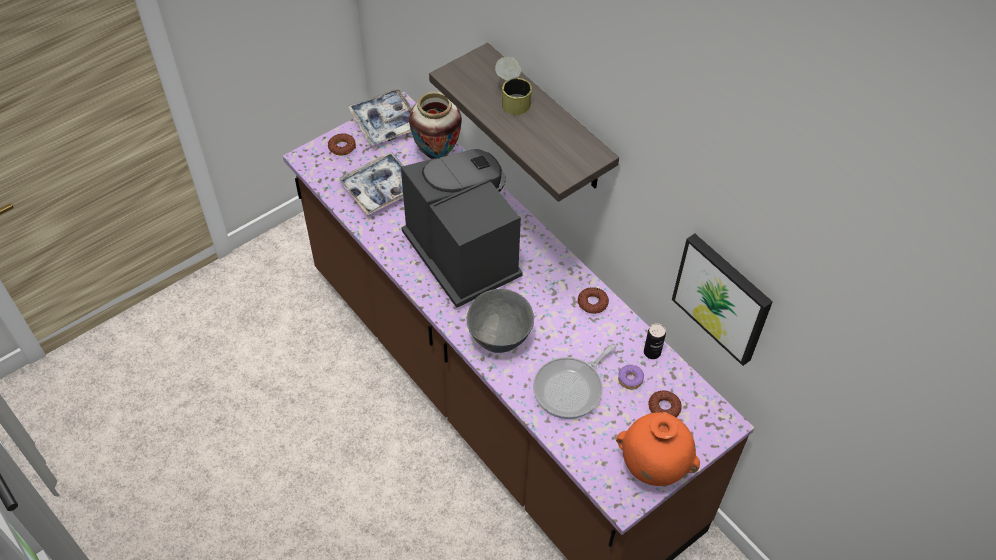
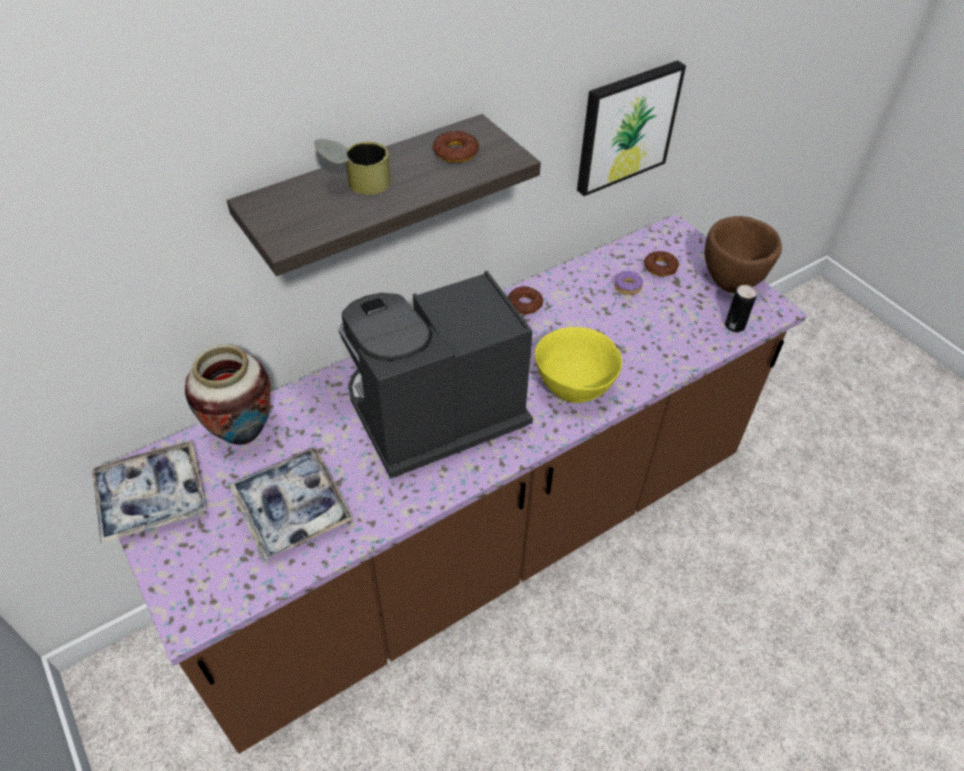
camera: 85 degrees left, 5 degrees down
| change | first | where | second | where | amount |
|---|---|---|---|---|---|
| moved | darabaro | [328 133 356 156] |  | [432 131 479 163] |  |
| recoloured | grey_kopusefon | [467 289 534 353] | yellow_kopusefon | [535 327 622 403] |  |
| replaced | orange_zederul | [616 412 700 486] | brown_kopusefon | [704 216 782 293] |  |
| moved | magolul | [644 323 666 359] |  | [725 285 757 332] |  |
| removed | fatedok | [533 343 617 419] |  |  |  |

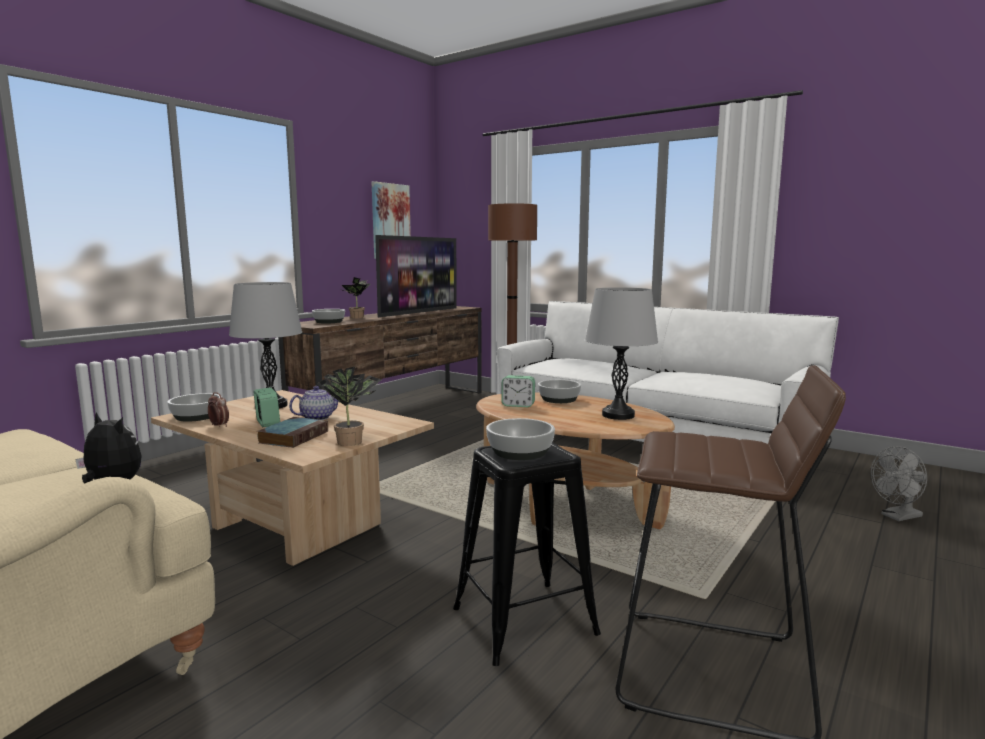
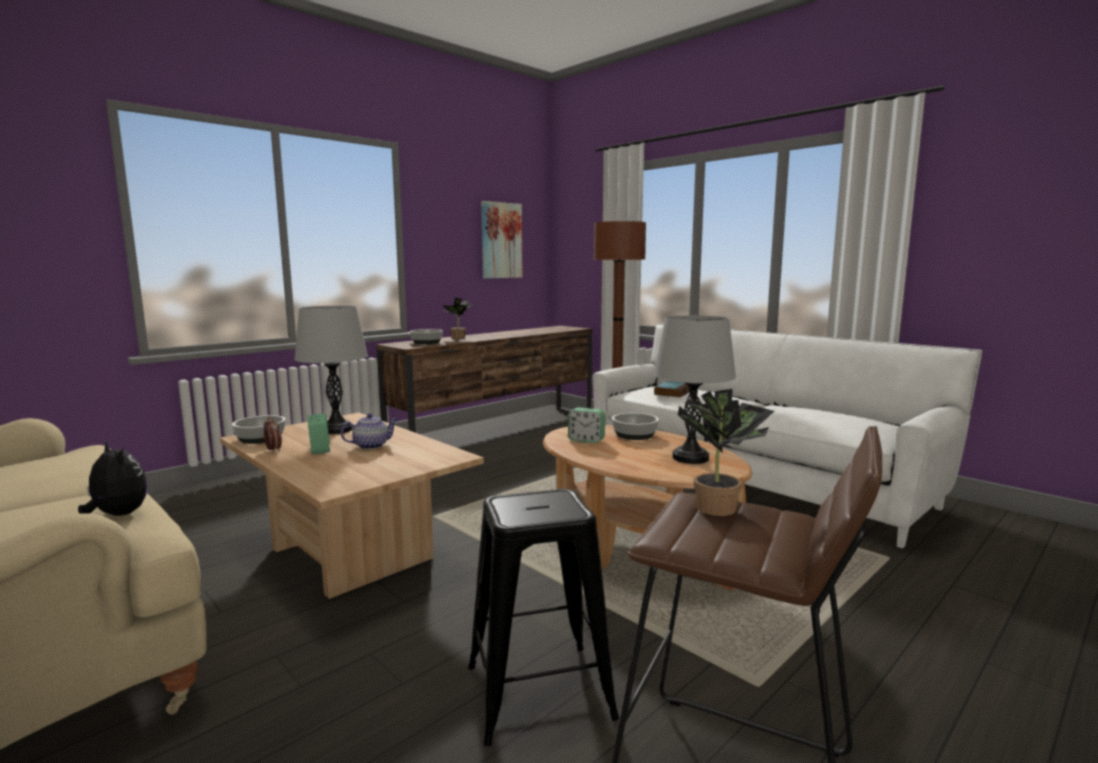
camera: 10 degrees right, 0 degrees up
| change | first | where | second | where | amount |
|---|---|---|---|---|---|
| moved | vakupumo | [257 417 328 448] |  | [654 381 690 398] |  |
| moved | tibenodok | [317 367 382 446] |  | [677 389 774 516] |  |
| removed | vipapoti | [375 235 457 317] |  |  |  |
| removed | kopusefon | [486 418 555 460] |  |  |  |
| removed | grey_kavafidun | [871 446 927 521] |  |  |  |

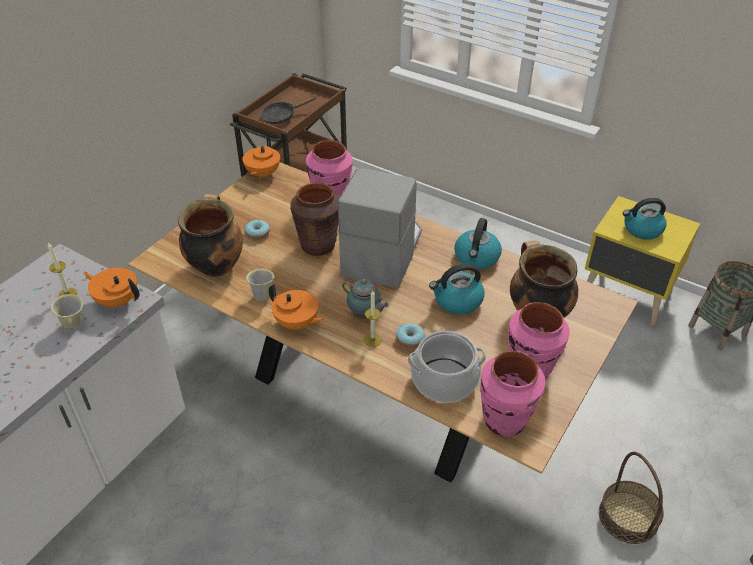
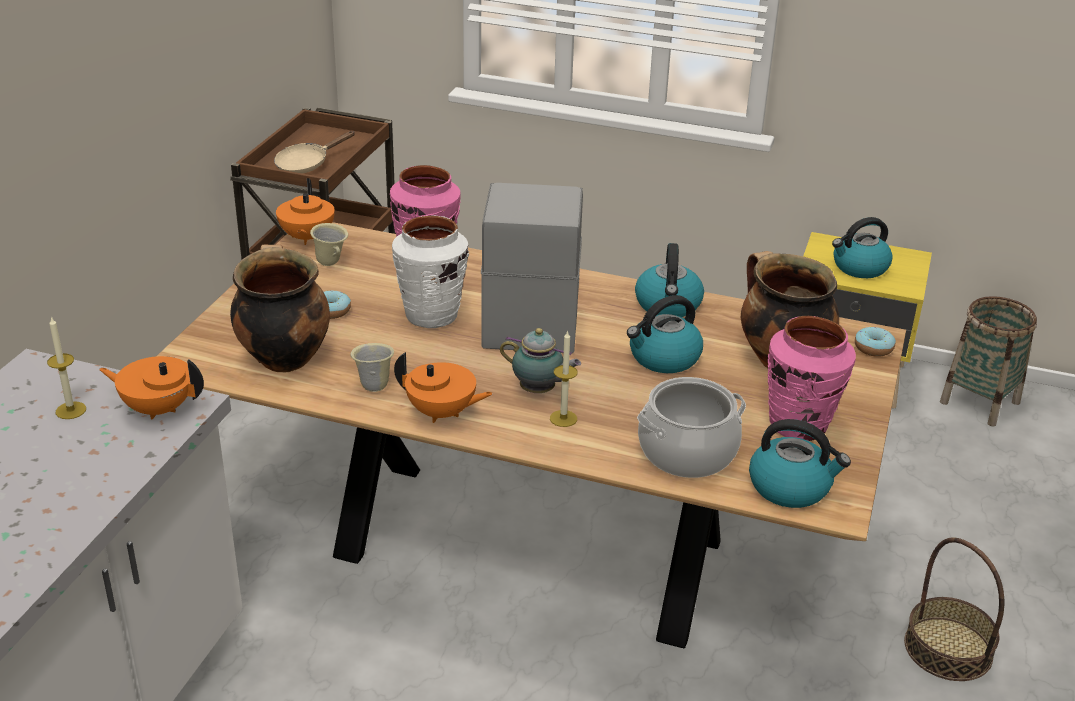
camera: 15 degrees left, 10 degrees down
| change | first | where | second | where | amount |
|---|---|---|---|---|---|
| recoloured | black_fatedok | [261 96 316 124] | beige_fatedok | [274 131 355 174] |  |
| moved | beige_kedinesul | [51 294 83 329] |  | [310 223 348 266] |  |
| recoloured | brown_zederul | [290 183 339 256] | white_zederul | [392 215 469 328] |  |
| replaced | pink_zederul | [480 351 545 437] | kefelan | [749 419 851 508] |  |
| moved | darabaro | [396 323 425 348] |  | [855 327 896 357] |  |

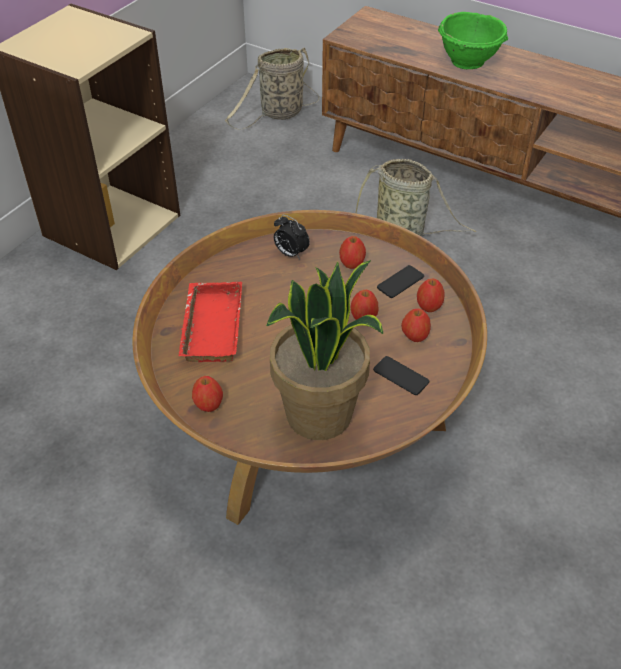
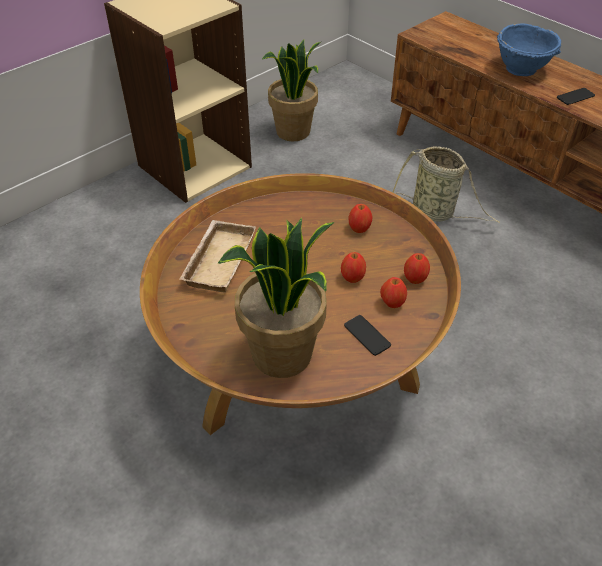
camera: 15 degrees right, 0 degrees up
| change | first | where | second | where | amount |
|---|---|---|---|---|---|
| recoloured | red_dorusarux | [179 282 242 362] | beige_dorusarux | [179 220 256 292] |  |
| added |  |  | tibenodok | [262 39 321 141] |  |
| recoloured | green_kopusefon | [438 12 508 69] | blue_kopusefon | [497 24 561 76] |  |
| moved | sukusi | [377 265 424 298] |  | [557 88 595 105] |  |
| removed | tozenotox | [192 376 223 412] |  |  |  |
| removed | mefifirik | [225 48 320 130] |  |  |  |
| removed | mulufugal | [274 215 310 259] |  |  |  |

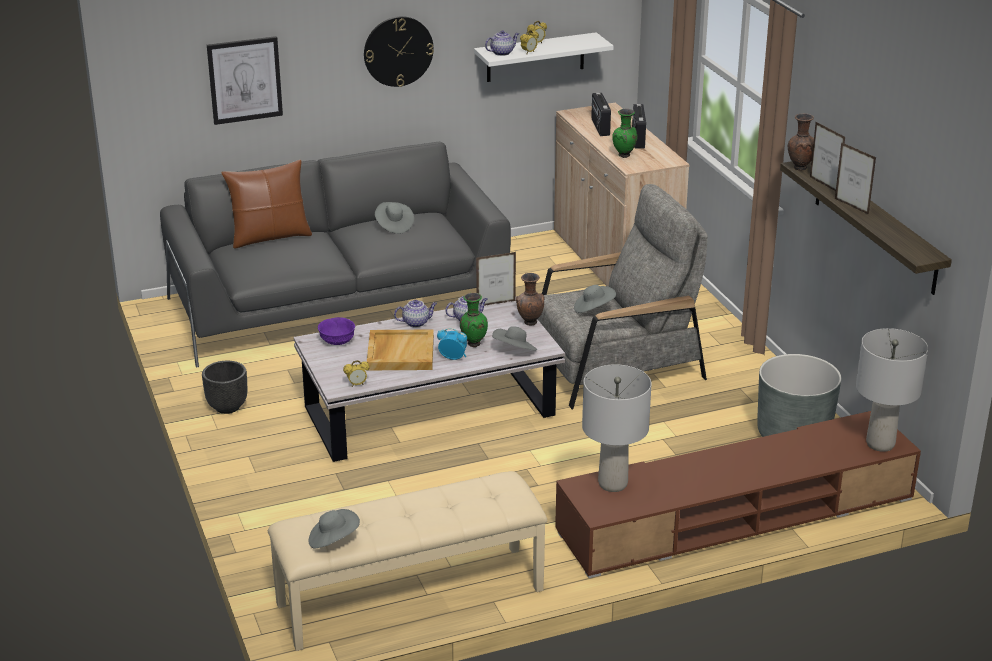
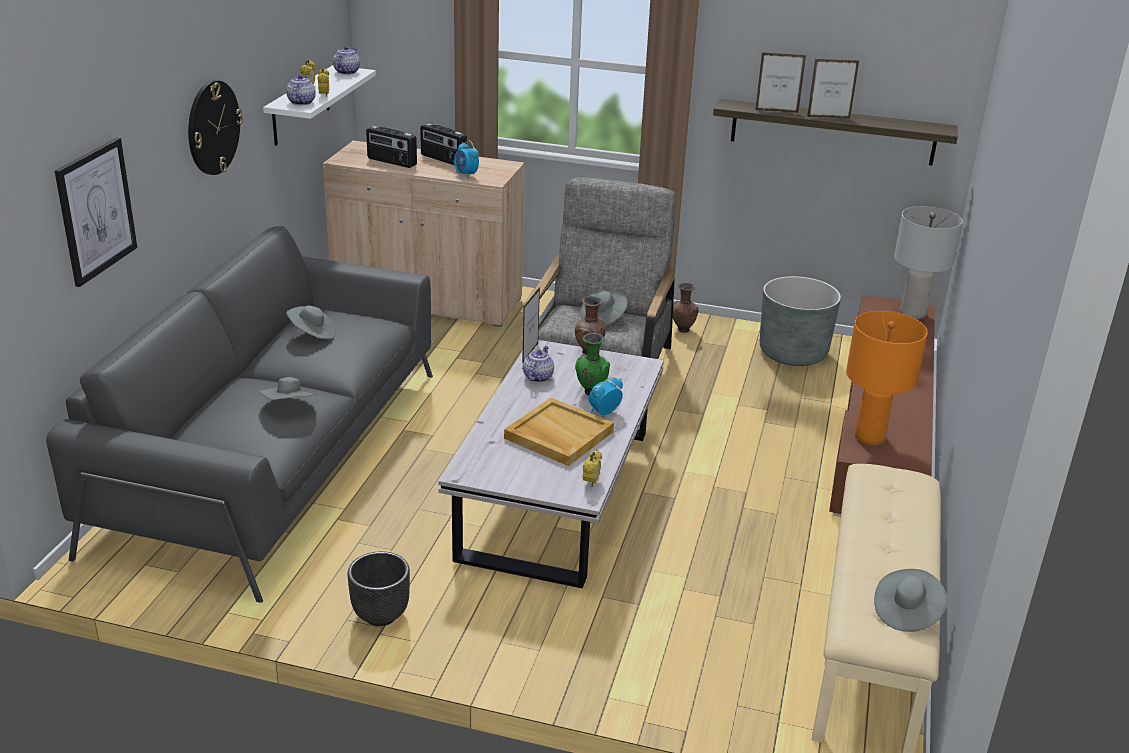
camera: 55 degrees left, 0 degrees up
| change | first | where | second | where | amount |
|---|---|---|---|---|---|
| moved | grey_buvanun | [492 326 537 351] |  | [259 377 317 400] |  |
| moved | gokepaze | [394 300 437 327] |  | [333 46 360 75] |  |
| replaced | green_zederul | [612 109 637 158] | mulufugal | [454 141 479 179] |  |
| moved | brown_zederul | [788 114 814 171] |  | [673 283 699 333] |  |
| recoloured | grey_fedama | [582 364 652 492] | orange_fedama | [846 311 928 445] |  |
| removed | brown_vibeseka | [221 160 312 249] |  |  |  |
| removed | purple_kopusefon | [318 317 355 345] |  |  |  |

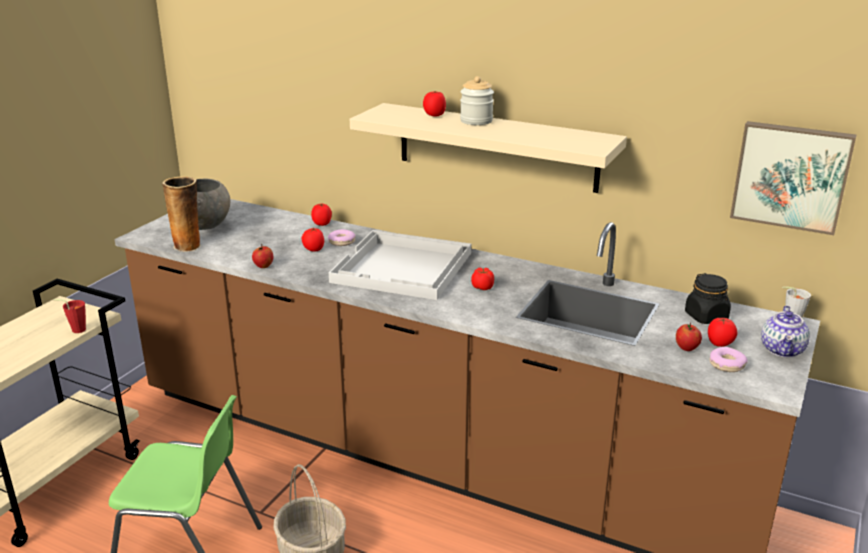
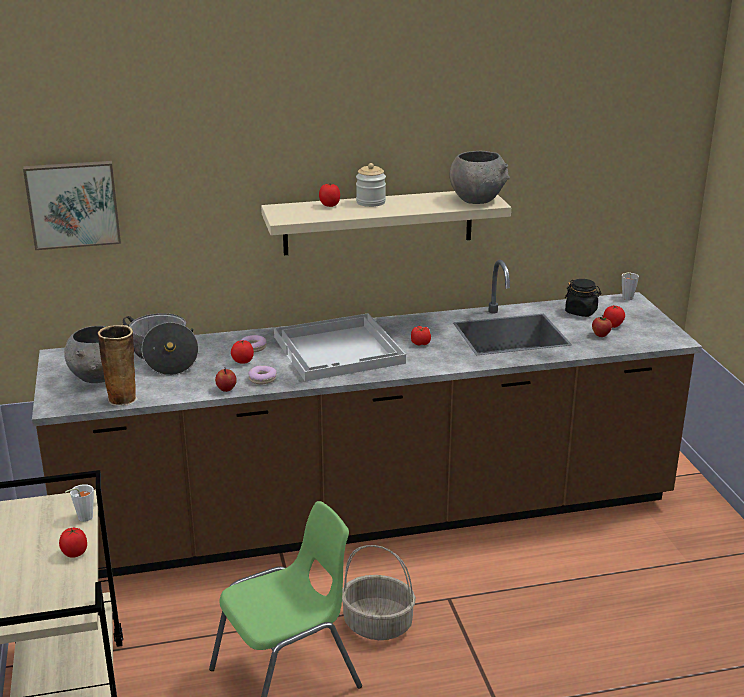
camera: 40 degrees left, 0 degrees up
| change | first | where | second | where | amount |
|---|---|---|---|---|---|
| moved | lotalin | [730 121 856 235] |  | [23 161 121 250] |  |
| moved | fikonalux | [311 204 332 226] |  | [59 528 87 558] |  |
| recoloured | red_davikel | [53 299 86 333] | white_davikel | [65 484 94 522] |  |
| added |  |  | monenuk | [123 313 199 375] |  |
| moved | darabaro | [710 347 748 372] |  | [248 366 277 384] |  |
| added |  |  | grey_kopusefon | [450 151 510 204] |  |
| removed | gokepaze | [761 305 810 357] |  |  |  |

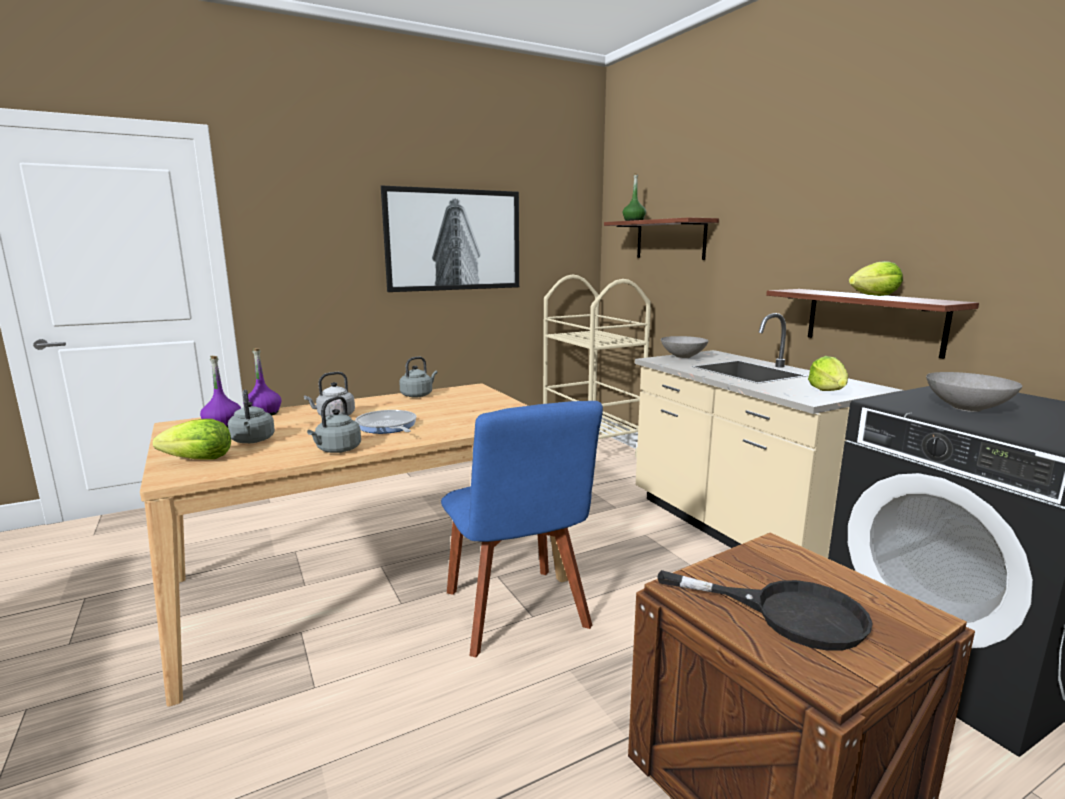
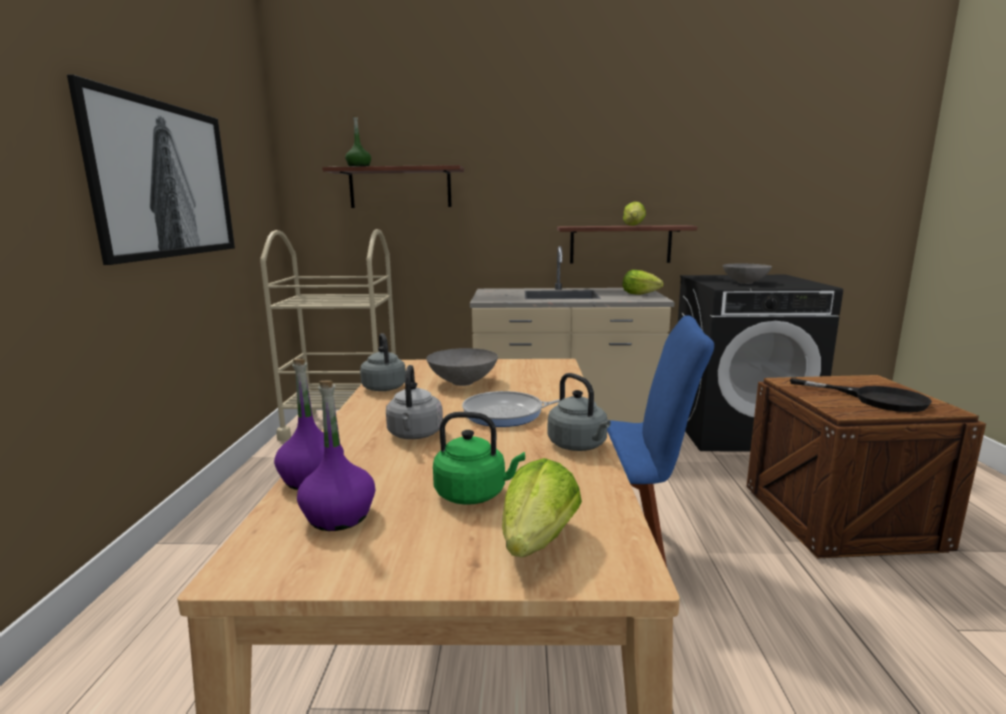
camera: 60 degrees left, 0 degrees up
| change | first | where | second | where | amount |
|---|---|---|---|---|---|
| moved | grey_kopusefon | [661 336 708 358] |  | [426 348 498 386] |  |
| recoloured | grey_kefelan | [228 390 275 443] | green_kefelan | [433 412 525 505] |  |
| turned | black_fatedok | [657 570 873 651] |  | [790 378 932 412] | 75 degrees clockwise |

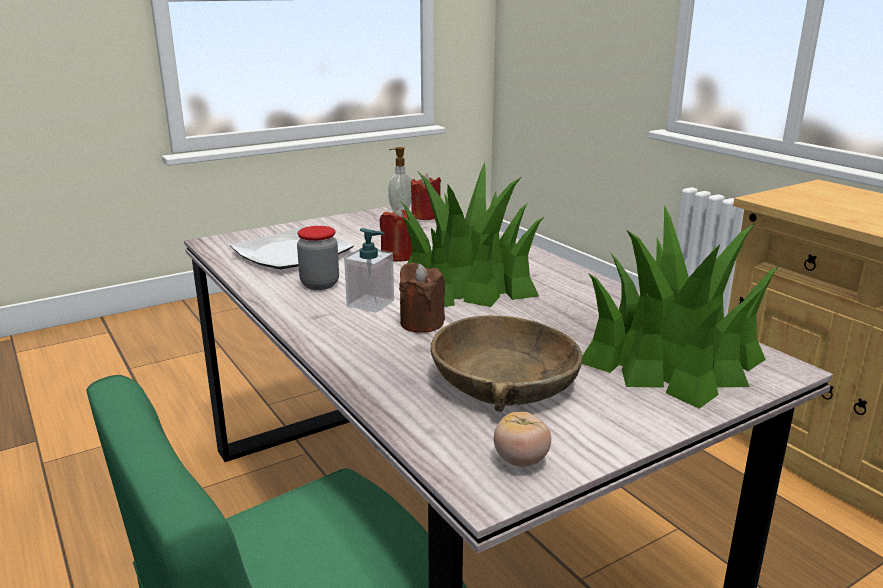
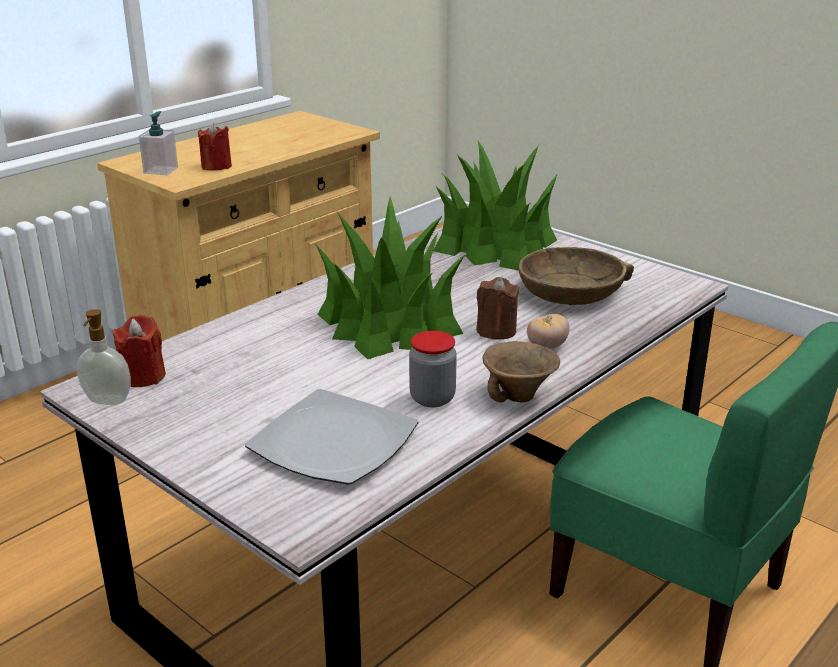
camera: 105 degrees left, 5 degrees up
| change | first | where | second | where | amount |
|---|---|---|---|---|---|
| moved | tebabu | [344 228 394 313] |  | [139 111 178 175] |  |
| moved | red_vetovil | [380 207 416 262] |  | [198 123 232 171] |  |
| added |  |  | brown_kopusefon | [482 341 560 402] |  |
| moved | fikonalux | [494 412 551 467] |  | [527 314 570 349] |  |

